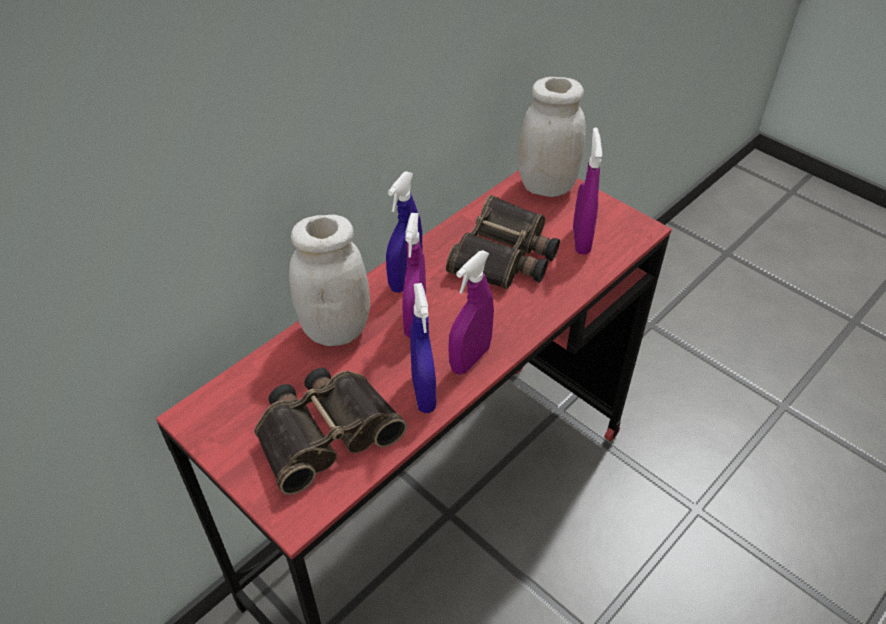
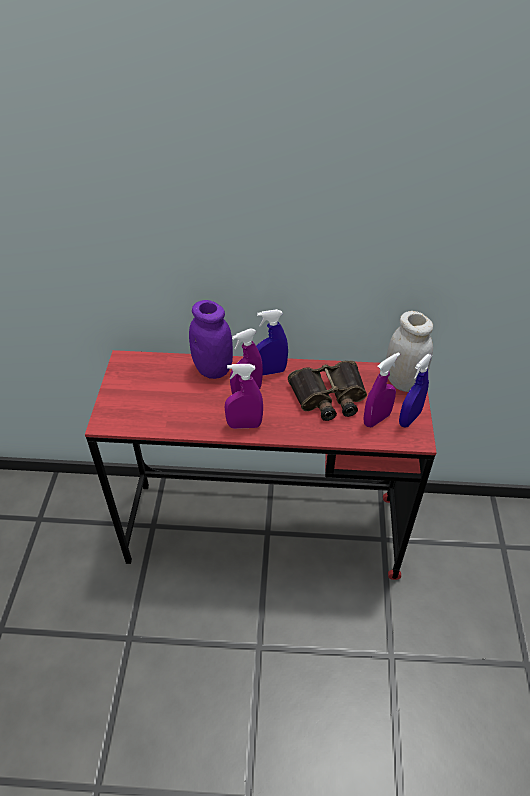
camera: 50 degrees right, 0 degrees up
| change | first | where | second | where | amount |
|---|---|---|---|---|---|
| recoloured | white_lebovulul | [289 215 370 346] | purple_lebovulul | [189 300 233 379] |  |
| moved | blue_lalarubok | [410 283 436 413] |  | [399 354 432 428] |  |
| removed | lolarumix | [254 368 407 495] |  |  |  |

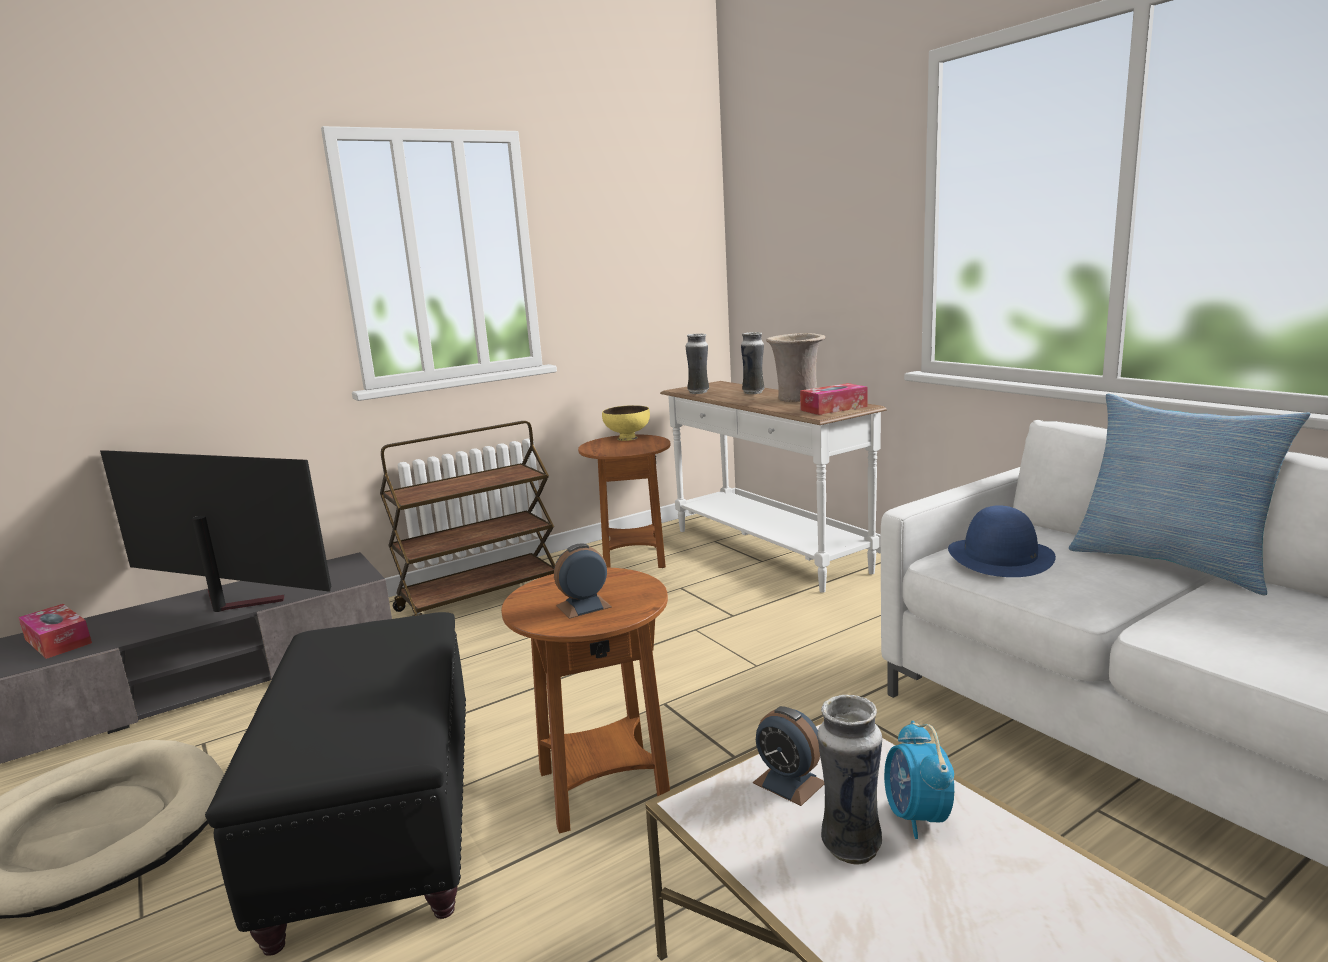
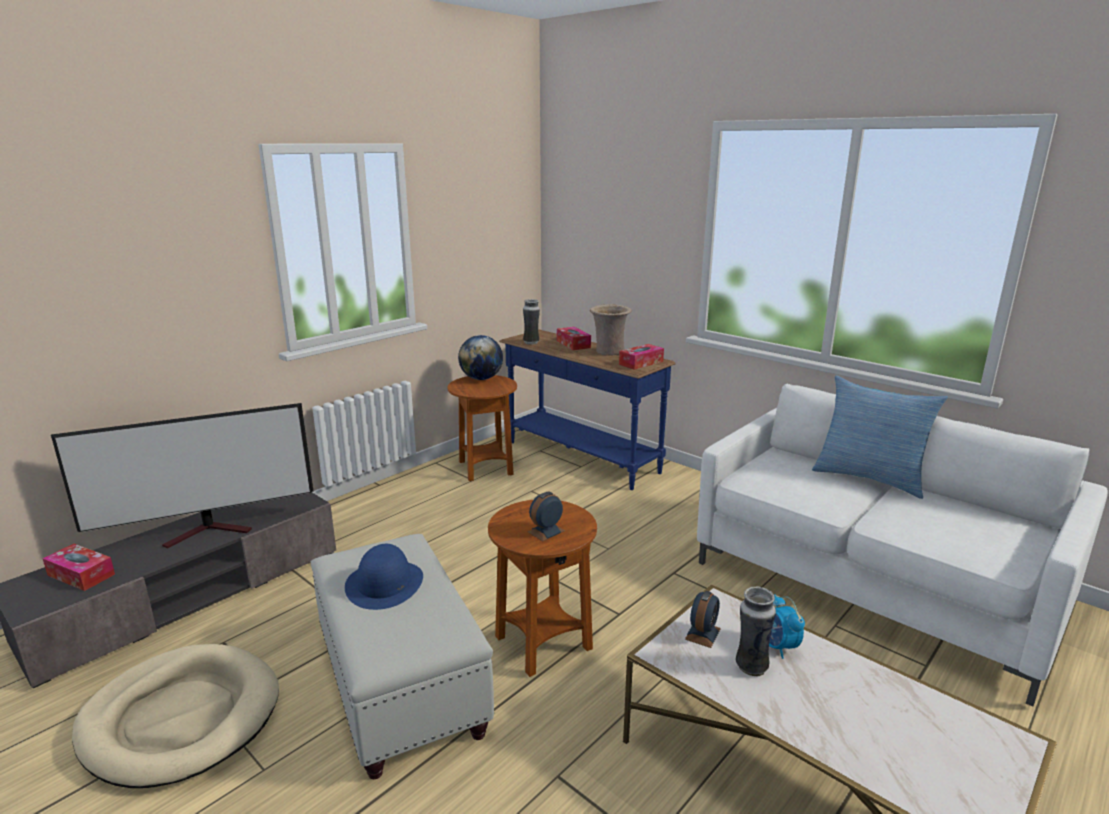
camera: 15 degrees left, 5 degrees up
| change | first | where | second | where | amount |
|---|---|---|---|---|---|
| turned | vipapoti | [100 450 331 612] |  | [51 403 313 548] | 150 degrees clockwise |
| recoloured | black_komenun | [205 612 466 956] | white_komenun | [311 534 494 779] |  |
| moved | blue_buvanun | [948 505 1056 577] |  | [345 544 423 610] |  |
| replaced | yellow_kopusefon | [602 405 650 441] | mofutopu | [458 335 503 380] |  |
| recoloured | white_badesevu | [660 381 886 593] | blue_badesevu | [499 330 676 490] |  |
| replaced | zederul | [741 332 764 394] | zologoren | [557 327 591 350] |  |
| turned | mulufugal | [753 706 824 806] |  | [685 591 721 648] | 90 degrees counterclockwise |
| removed | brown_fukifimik | [380 421 555 616] |  |  |  |

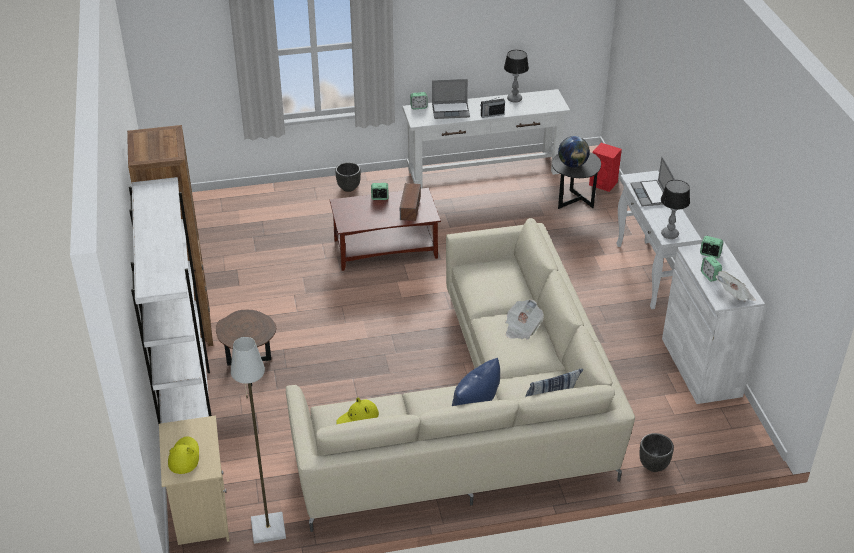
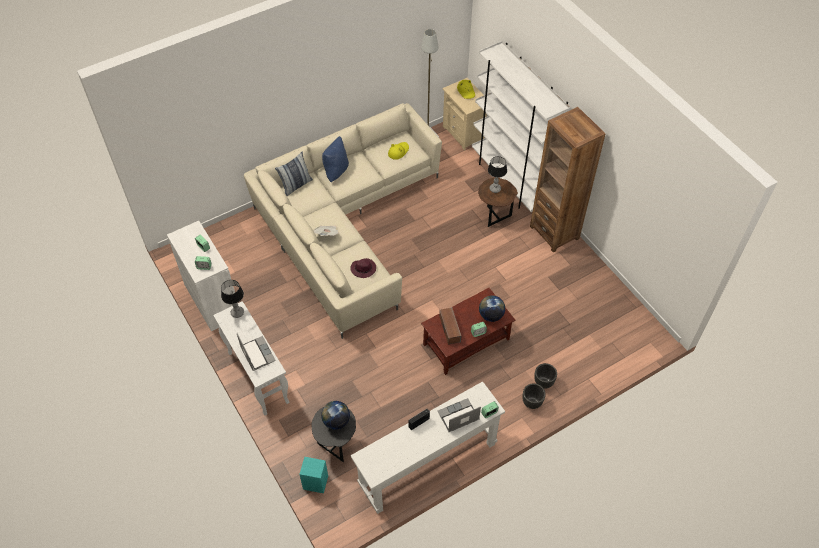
camera: 160 degrees right, 15 degrees up
| change | first | where | second | where | amount |
|---|---|---|---|---|---|
| recoloured | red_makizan | [589 143 622 192] | turquoise_makizan | [299 457 328 493] |  |
| added |  |  | purple_buvanun | [350 258 376 278] |  |
| added |  |  | mofutopu | [479 295 505 322] |  |
| moved | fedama | [504 50 529 103] |  | [488 156 507 193] |  |
| moved | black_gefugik | [639 433 674 472] |  | [534 363 557 389] |  |
| removed | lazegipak | [715 271 756 302] |  |  |  |

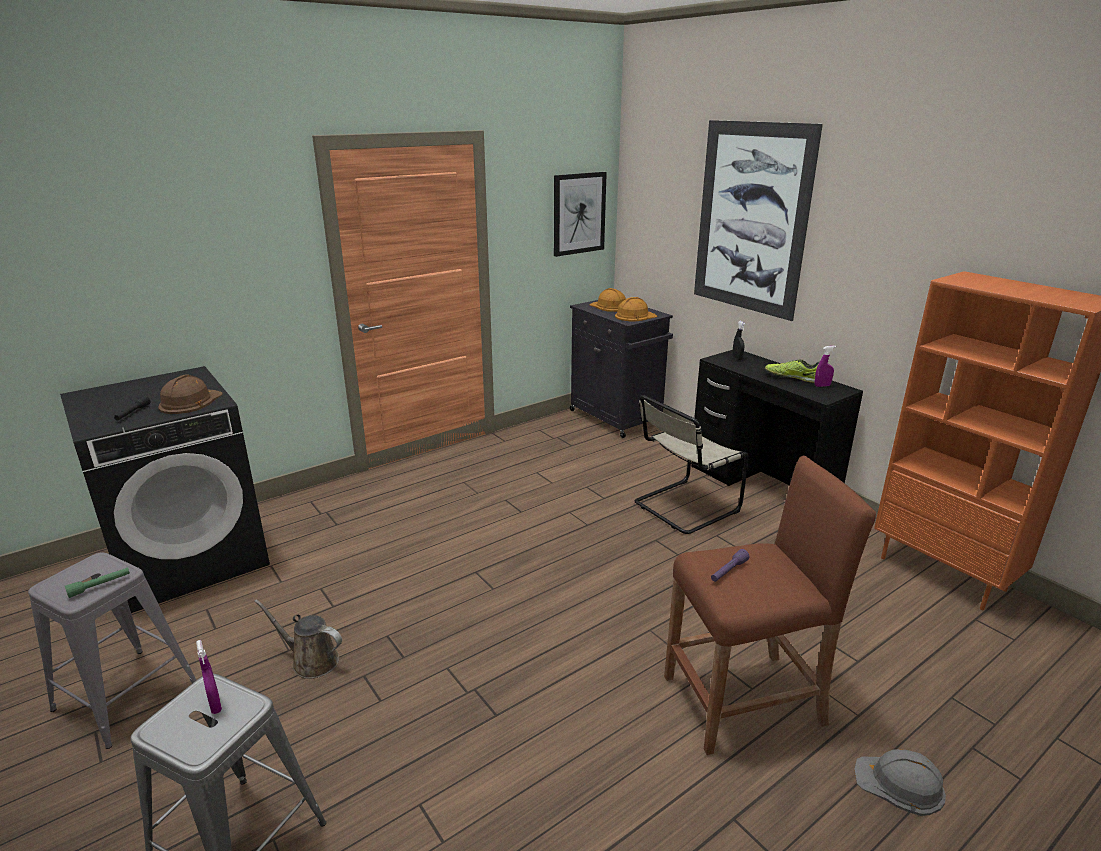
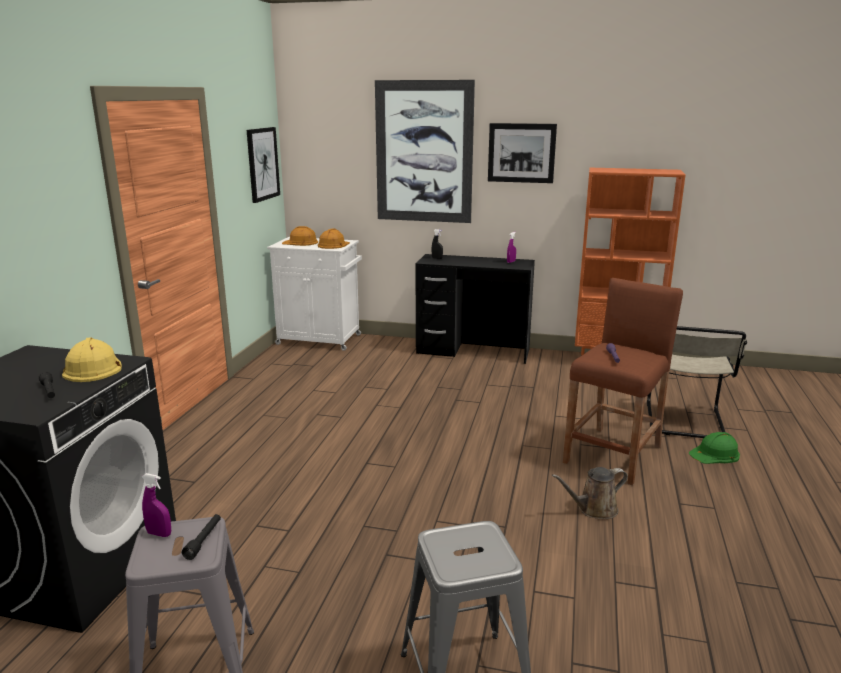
camera: 40 degrees left, 5 degrees down
| change | first | where | second | where | amount |
|---|---|---|---|---|---|
| recoloured | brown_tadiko | [158 374 223 414] | yellow_tadiko | [62 337 122 382] |  |
| moved | purple_lalarubok | [196 640 222 714] |  | [142 473 171 537] |  |
| recoloured | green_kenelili | [65 567 130 598] | black_kenelili | [182 514 221 560] |  |
| recoloured | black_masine | [570 300 673 438] | white_masine | [267 237 362 351] |  |
| added |  |  | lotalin | [488 123 557 183] |  |
| moved | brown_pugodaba | [254 599 342 679] |  | [552 467 628 519] |  |
| moved | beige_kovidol | [634 395 749 534] |  | [647 326 747 438] |  |
| recoloured | grey_tadiko | [854 749 946 816] | green_tadiko | [689 432 740 464] |  |
| removed | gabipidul | [765 359 819 383] |  |  |  |

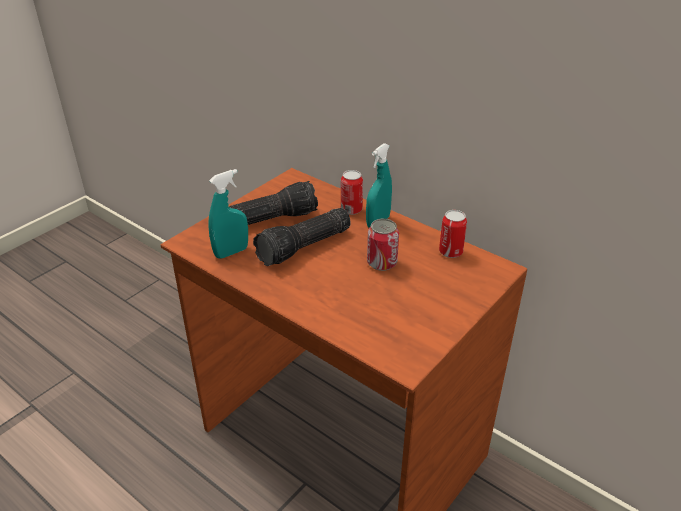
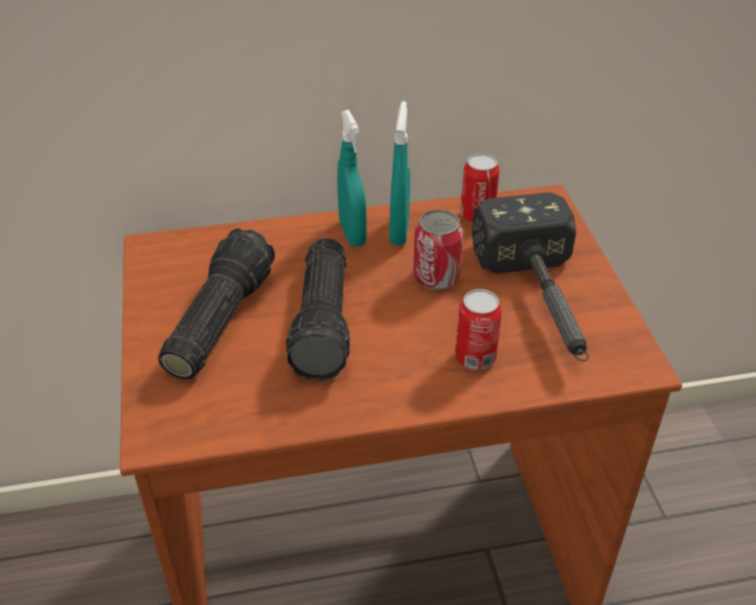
camera: 50 degrees left, 5 degrees up
| change | first | where | second | where | amount |
|---|---|---|---|---|---|
| moved | turquoise_lalarubok | [208 169 248 258] |  | [390 101 410 246] |  |
| moved | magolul | [341 170 363 215] |  | [455 289 502 370] |  |
| added |  |  | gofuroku | [472 192 589 361] |  |

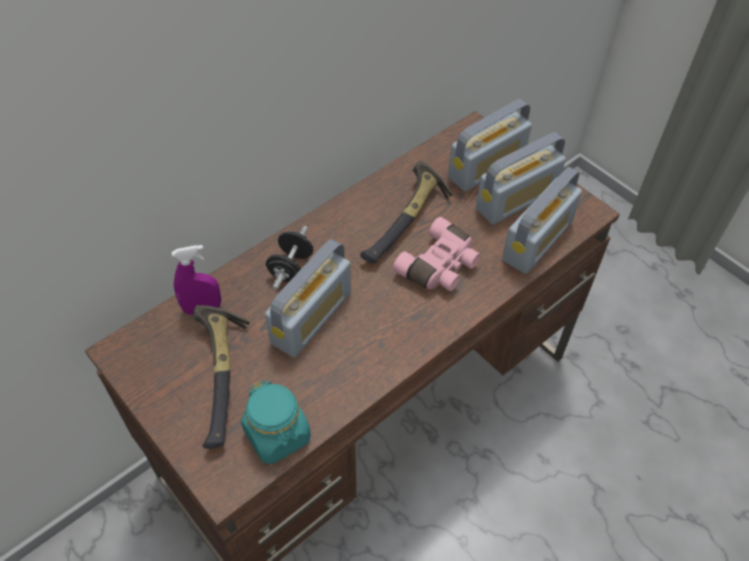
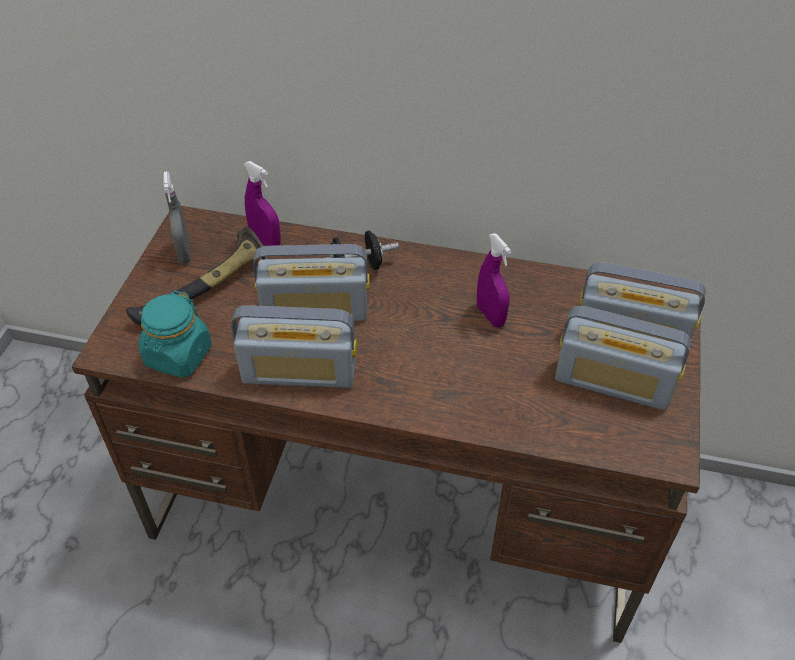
camera: 55 degrees right, 5 degrees down
| change | first | where | second | where | amount |
|---|---|---|---|---|---|
| added |  |  | grey_lalarubok | [163 171 190 264] |  |
| moved | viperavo | [502 167 582 274] |  | [231 305 357 388] |  |
| replaced | gofuroku | [360 160 452 263] | purple_lalarubok | [477 233 511 327] |  |
| removed | pink_lolarumix | [393 217 481 291] |  |  |  |

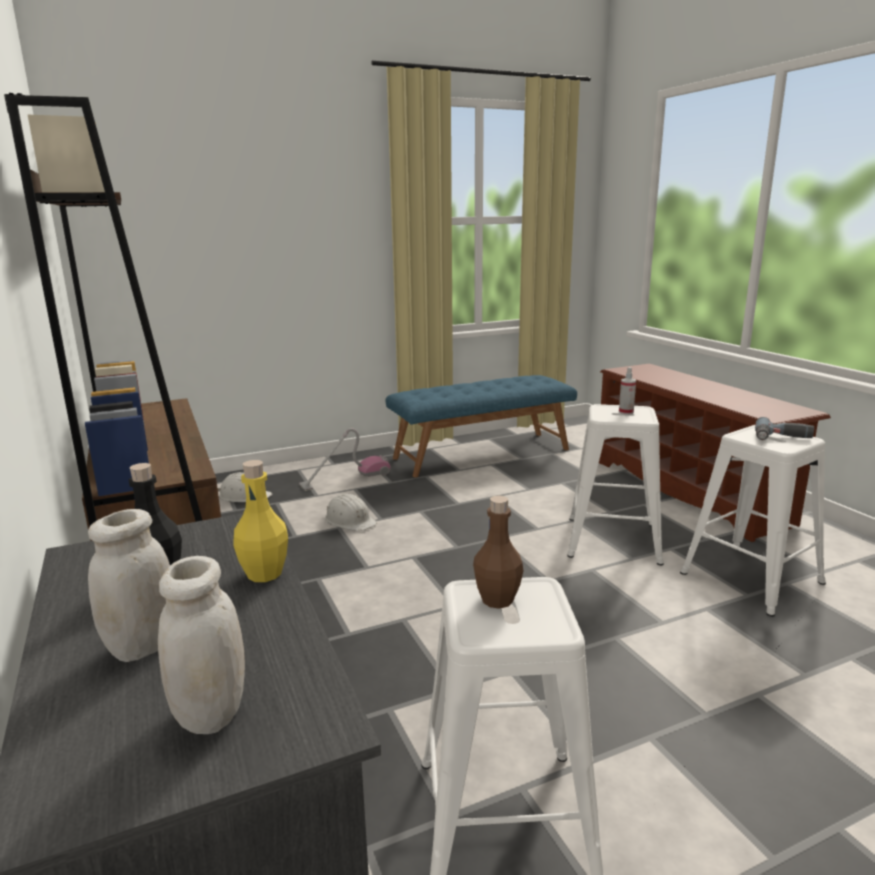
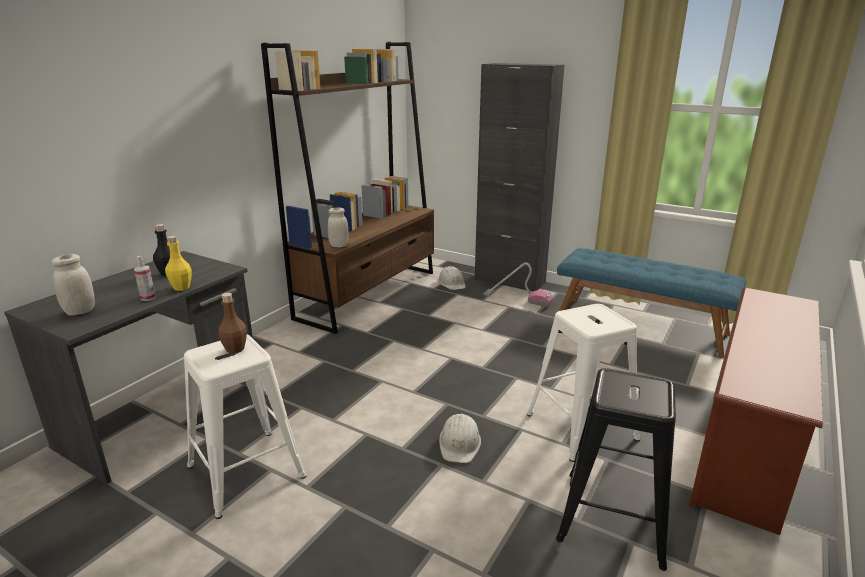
camera: 55 degrees right, 5 degrees up
| change | first | where | second | where | amount |
|---|---|---|---|---|---|
| moved | lalarubok | [619 367 636 415] |  | [134 256 156 301] |  |
| moved | white_lebovulul | [88 509 170 662] |  | [327 208 349 247] |  |
| moved | white_tadiko | [325 494 377 531] |  | [439 414 481 463] |  |
| added |  |  | black_masine | [475 63 564 292] |  |
| recoloured | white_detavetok | [680 425 826 617] | black_detavetok | [556 368 676 571] |  |
| removed | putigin | [755 417 814 440] |  |  |  |

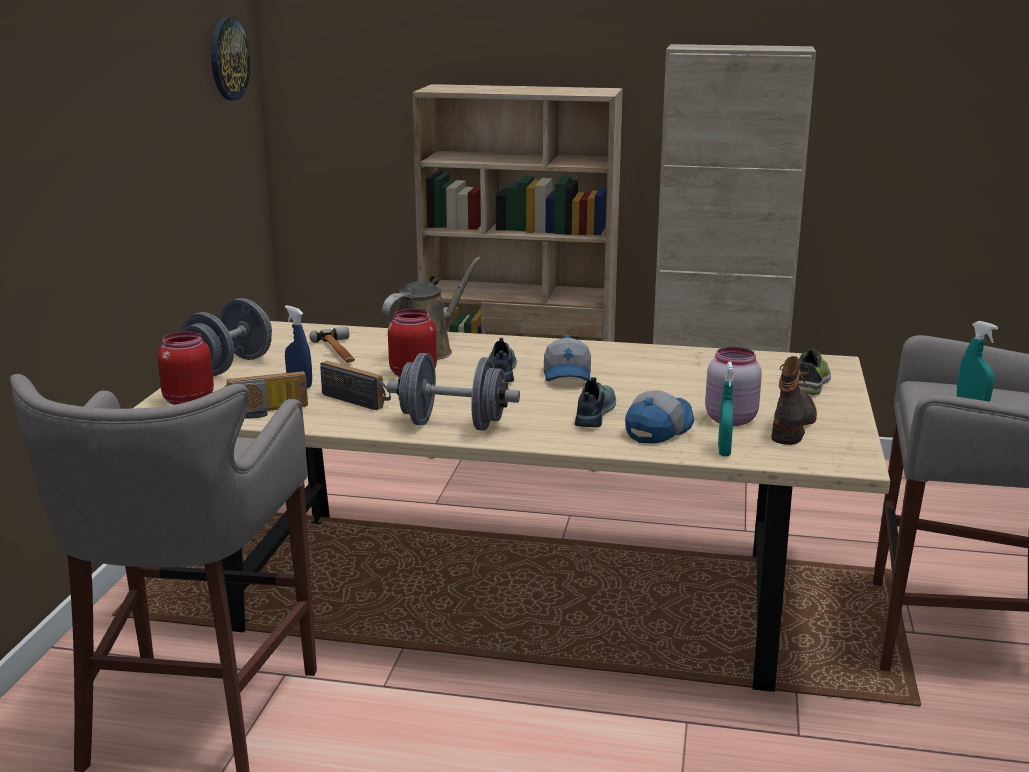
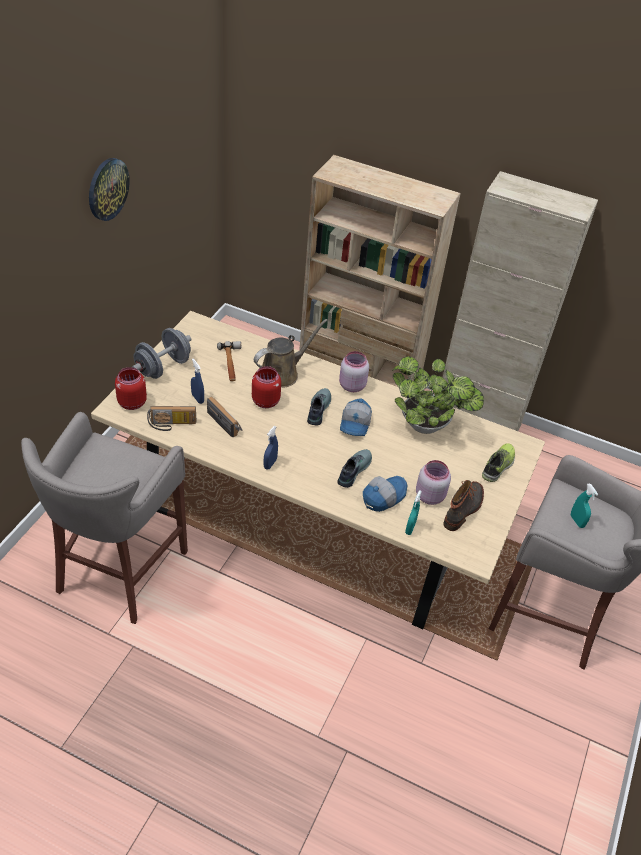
camera: 10 degrees right, 25 degrees up
| change | first | where | second | where | amount |
|---|---|---|---|---|---|
| moved | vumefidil | [211 18 250 100] |  | [89 158 130 221] |  |
| replaced | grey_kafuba | [387 353 520 431] | blue_lalarubok | [264 426 278 470] |  |
| added |  |  | pink_lebovulul | [339 351 369 392] |  |
| added |  |  | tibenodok | [393 356 484 434] |  |

